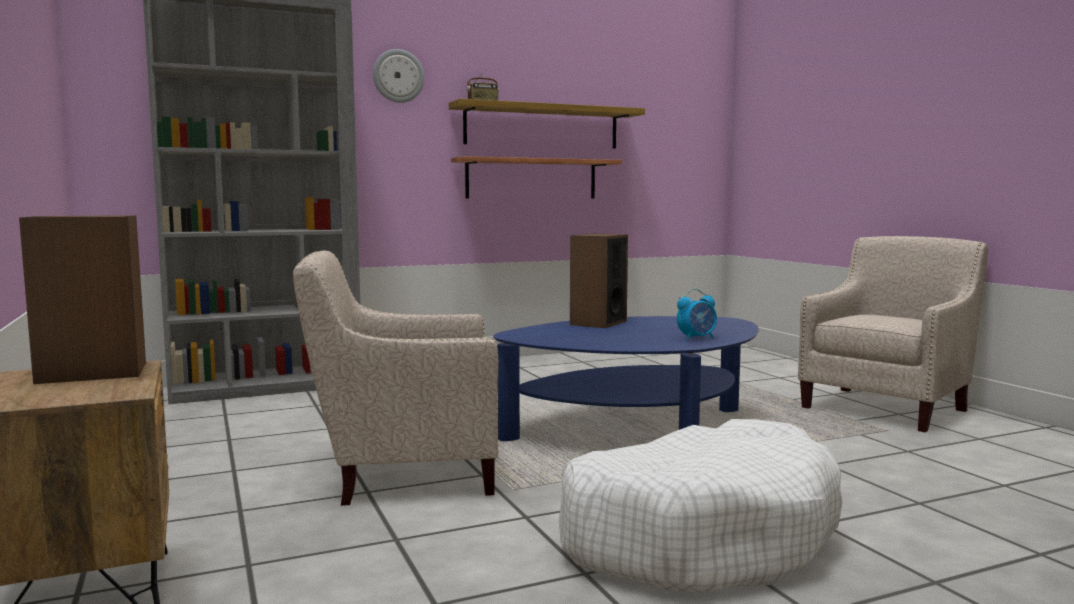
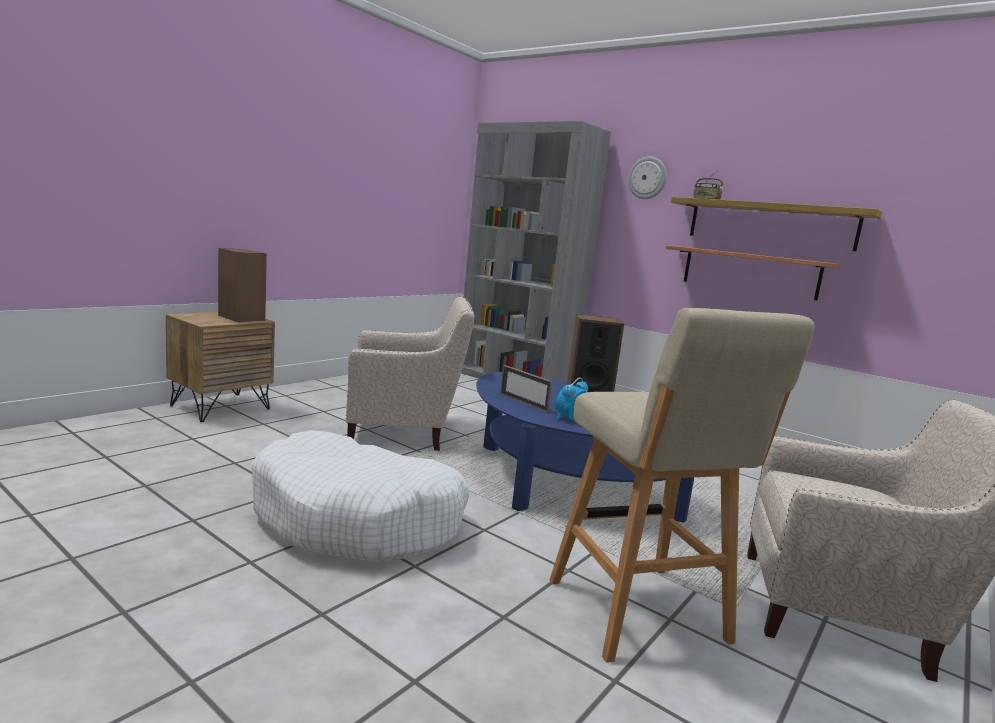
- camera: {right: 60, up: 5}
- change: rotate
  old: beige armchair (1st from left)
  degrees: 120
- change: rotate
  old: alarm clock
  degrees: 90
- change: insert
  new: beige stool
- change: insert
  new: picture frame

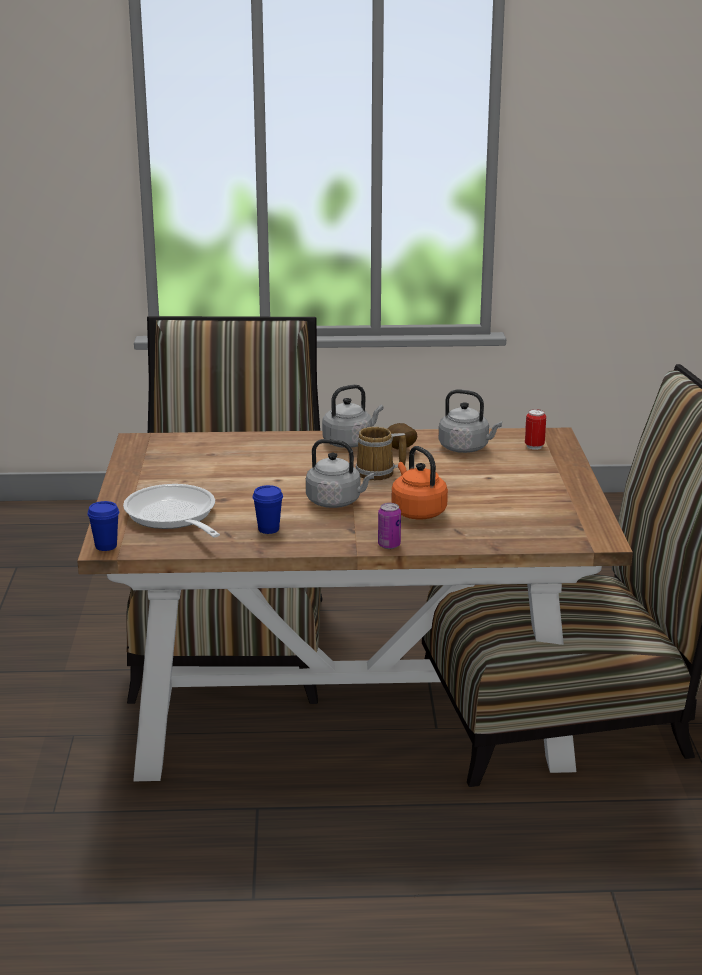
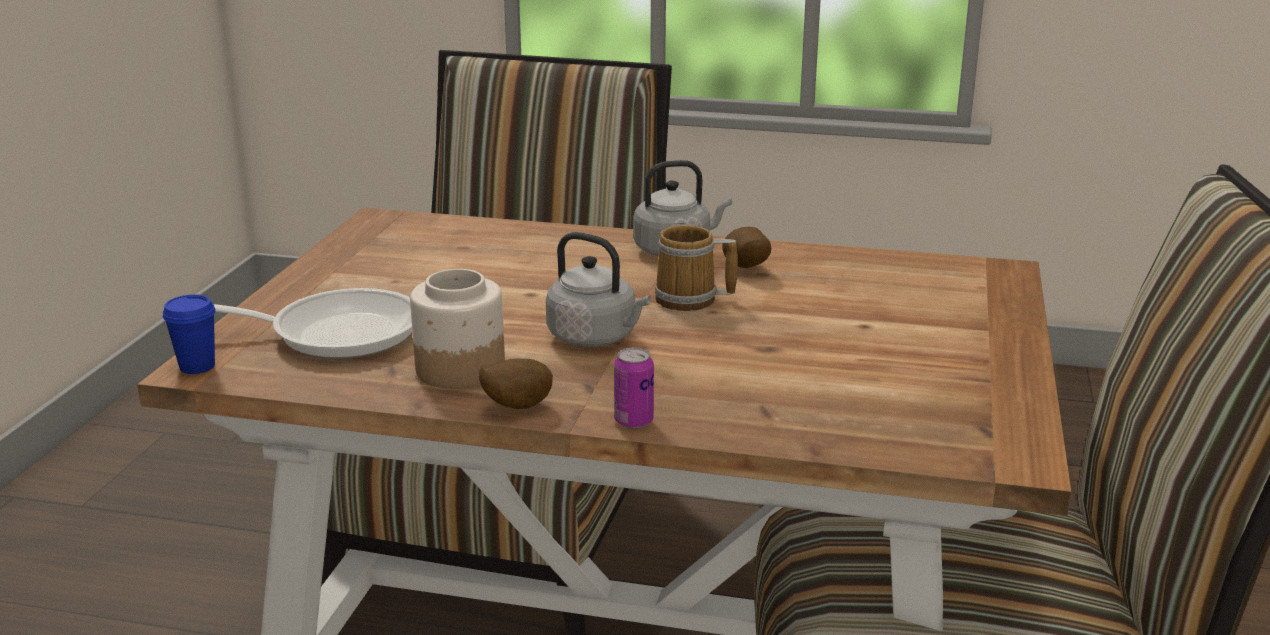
- camera: {right: 15, up: 0}
- change: delete
  old: grey kettle (3rd from left)
- change: delete
  old: can (2nd from left)
- change: delete
  old: orange kettle
- change: rotate
  old: frying pan
  degrees: 105
- change: replace
  old: blue cup (2nd from left)
  new: jar
- change: insert
  new: potato (1st from left)

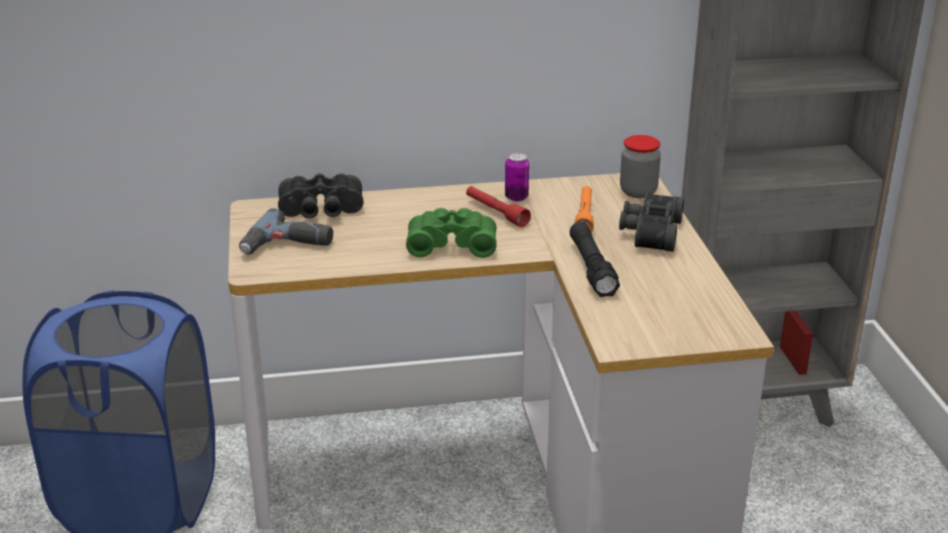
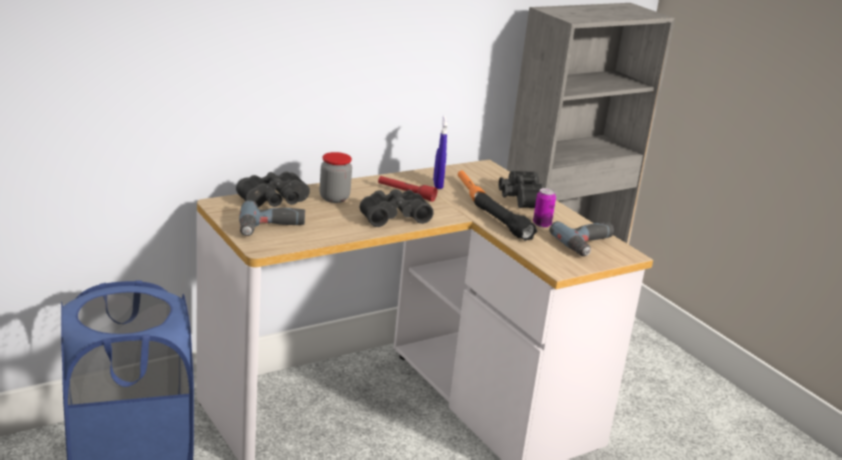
- camera: {right: -25, up: -5}
- change: move
  old: jar
- change: move
  old: can
- change: recolor
  old: green binoculars
  new: black binoculars (2nd from left)
- change: insert
  new: blue spray bottle
- change: insert
  new: power drill (2nd from left)

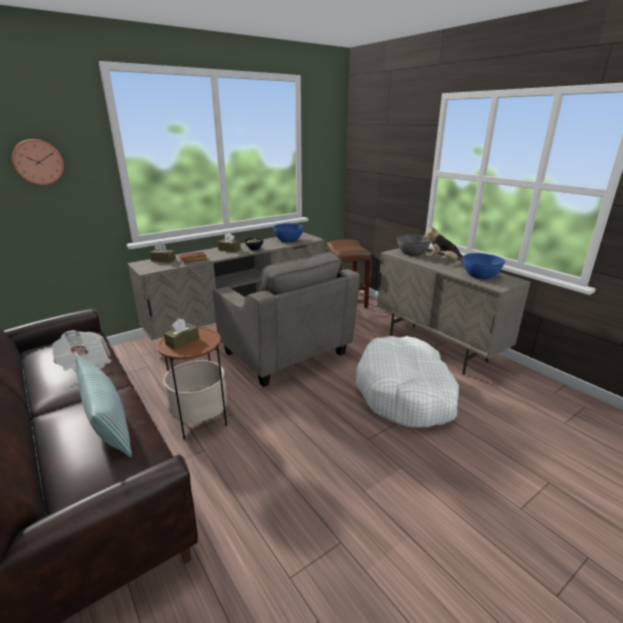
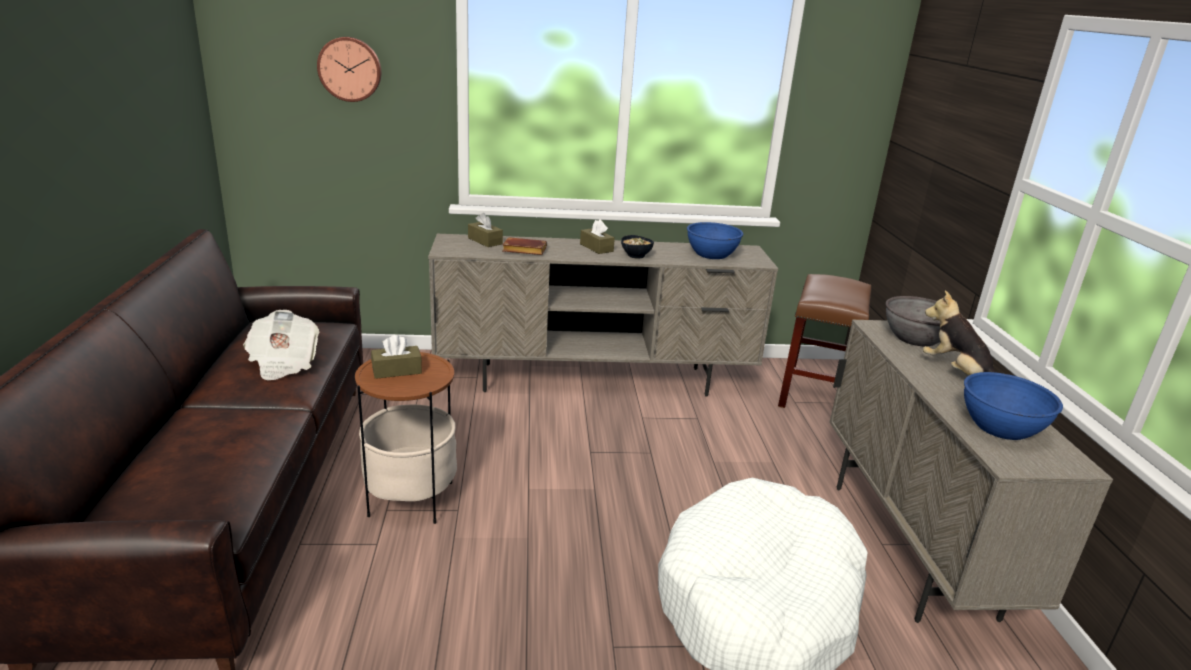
- camera: {right: 30, up: 0}
- change: delete
  old: grey armchair
- change: delete
  old: pillow

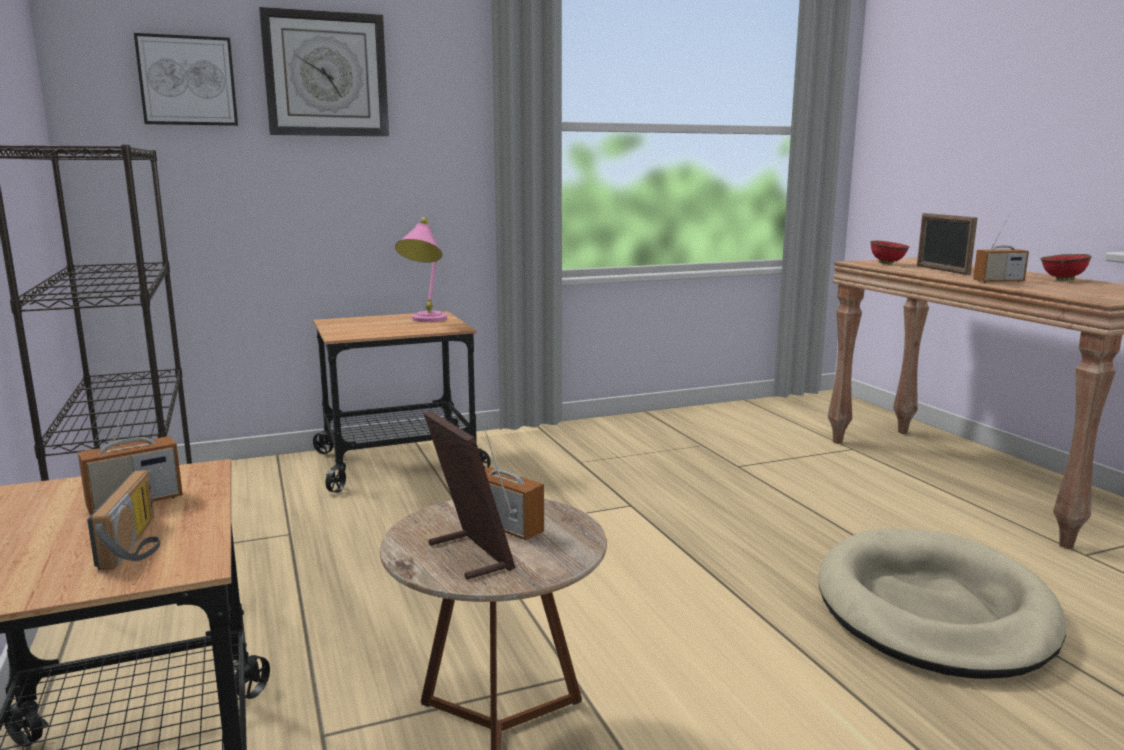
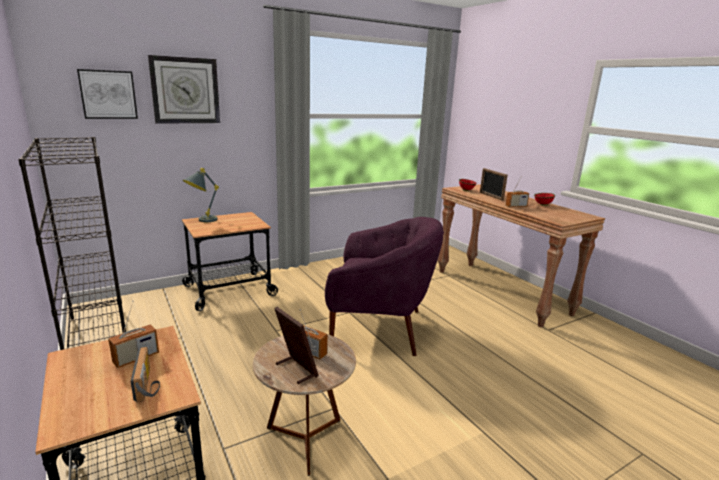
- camera: {right: -10, up: 5}
- change: delete
  old: pink table lamp
- change: delete
  old: beige dog bed
- change: insert
  new: grey table lamp
- change: insert
  new: purple armchair

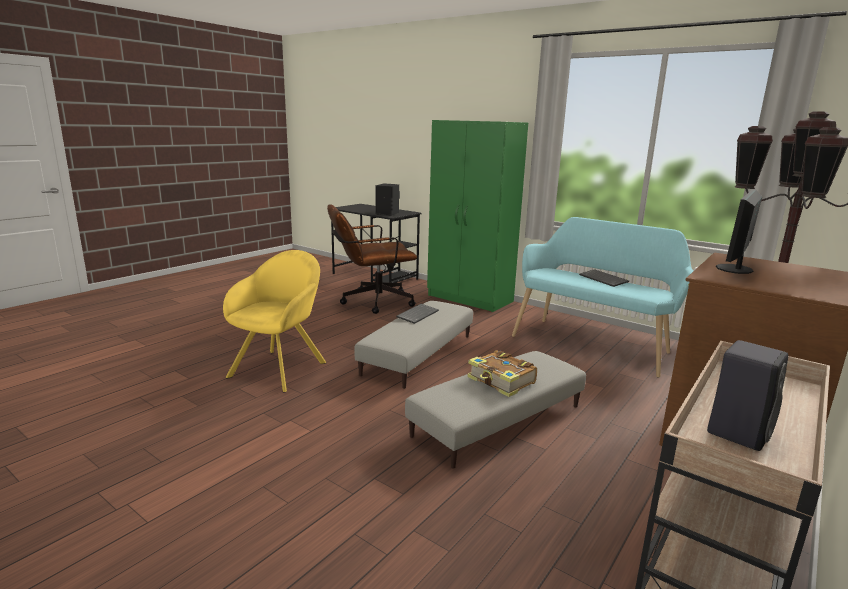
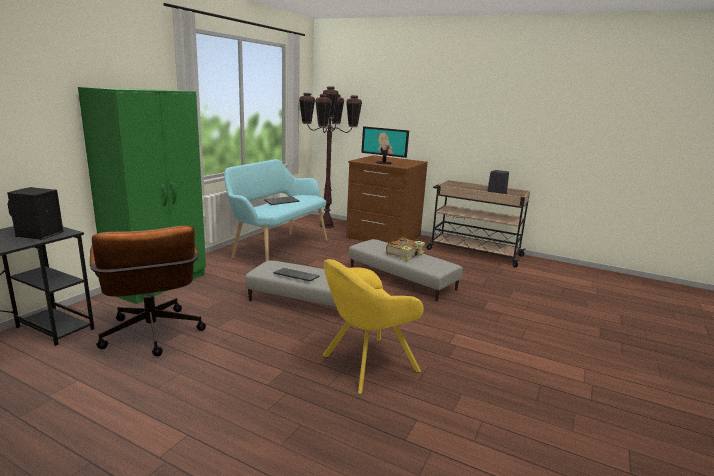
- camera: {right: -100, up: 0}
- change: rotate
  old: yellow armchair
  degrees: -45

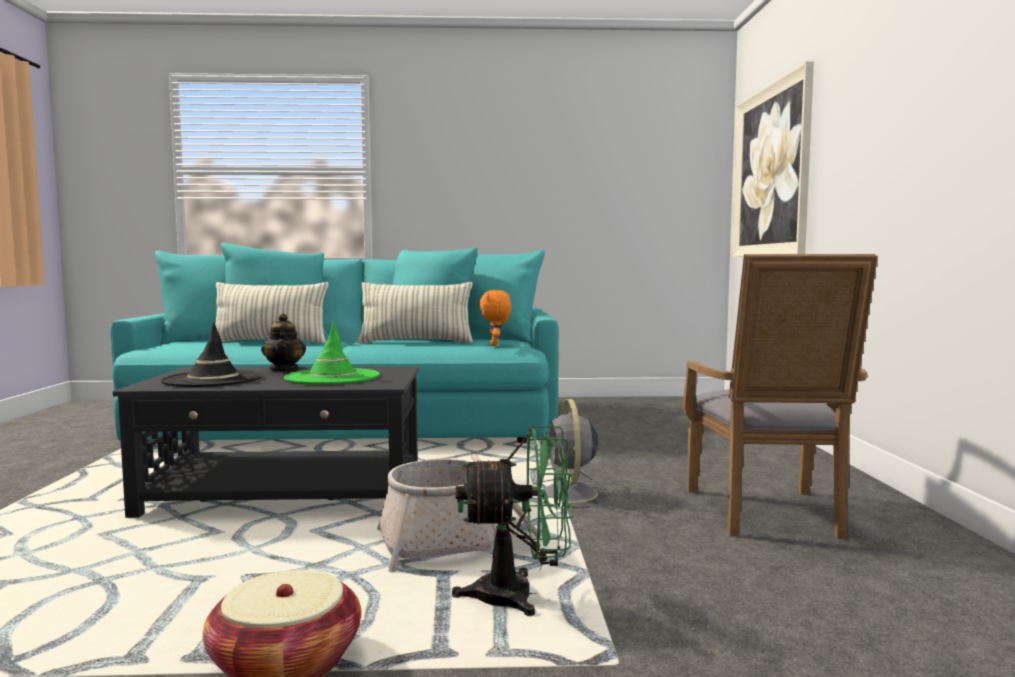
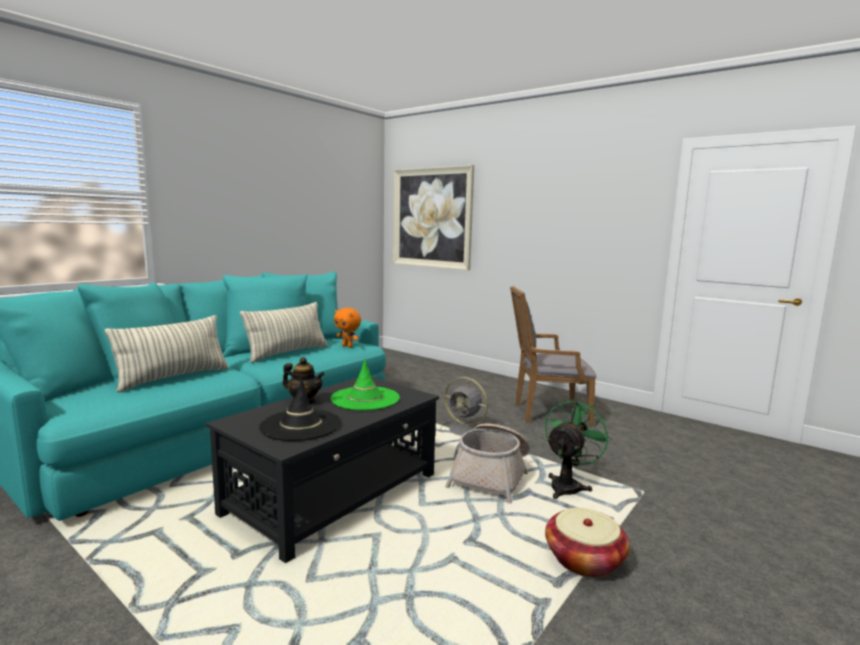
- camera: {right: -50, up: 5}
- change: rotate
  old: grey armchair
  degrees: 135

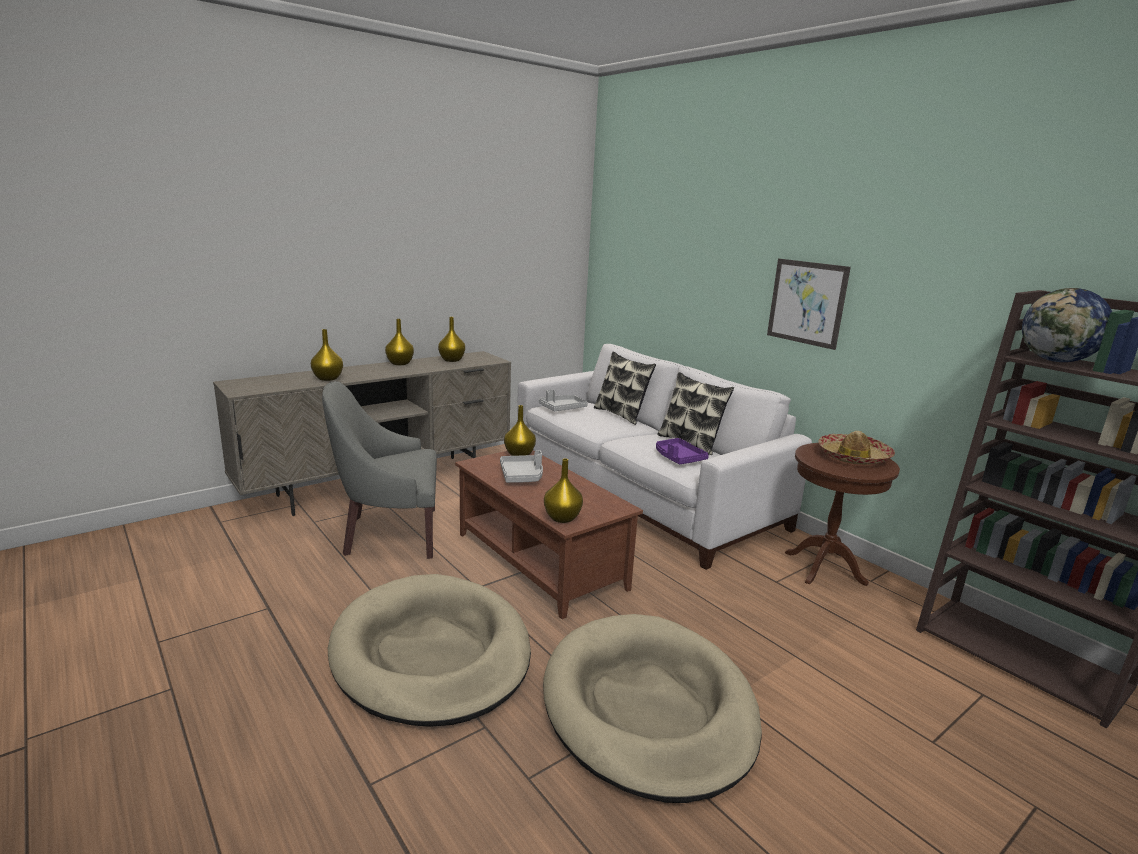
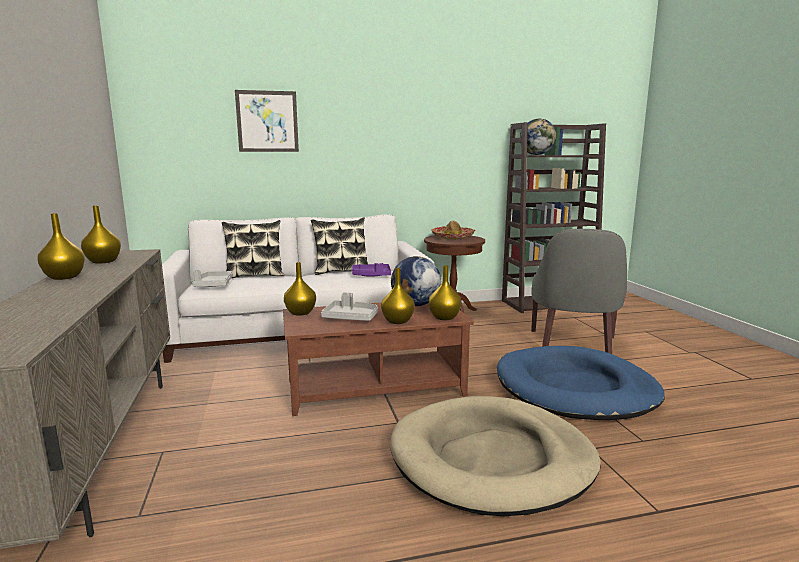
- camera: {right: -65, up: -5}
- change: move
  old: picture
- change: move
  old: yellow vase (1st from left in the first image)
  new: yellow vase (4th from left)
- change: move
  old: grey armchair
- change: recolor
  old: beige dog bed (2nd from left)
  new: blue dog bed
- change: insert
  new: globe (1st from left)

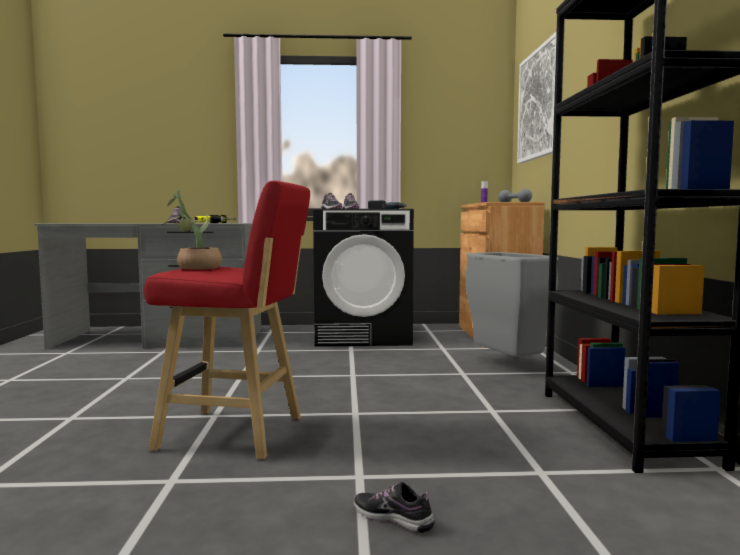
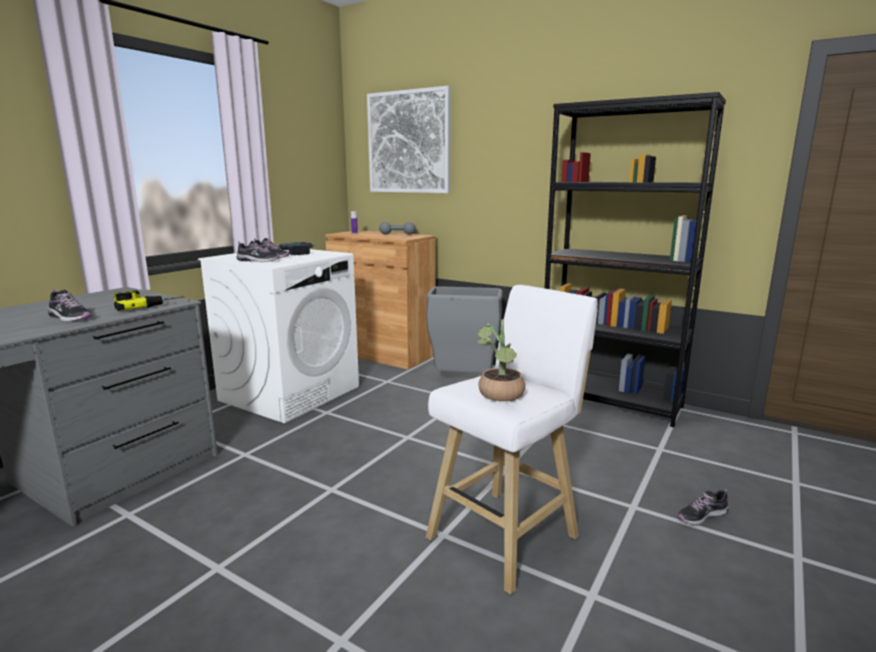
- camera: {right: -55, up: 10}
- change: recolor
  old: red stool
  new: white stool
- change: recolor
  old: black washing machine
  new: white washing machine

